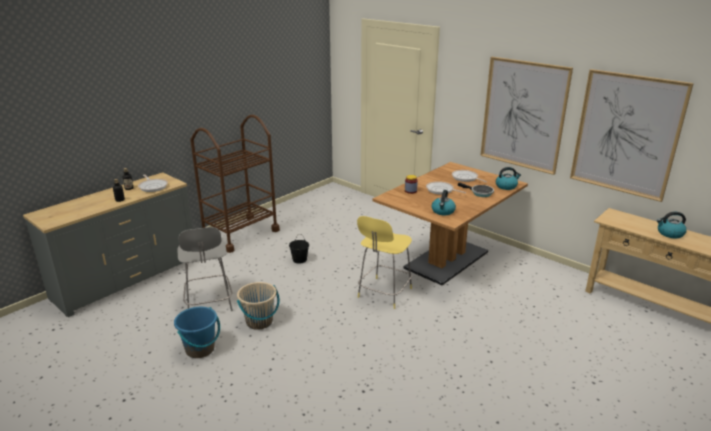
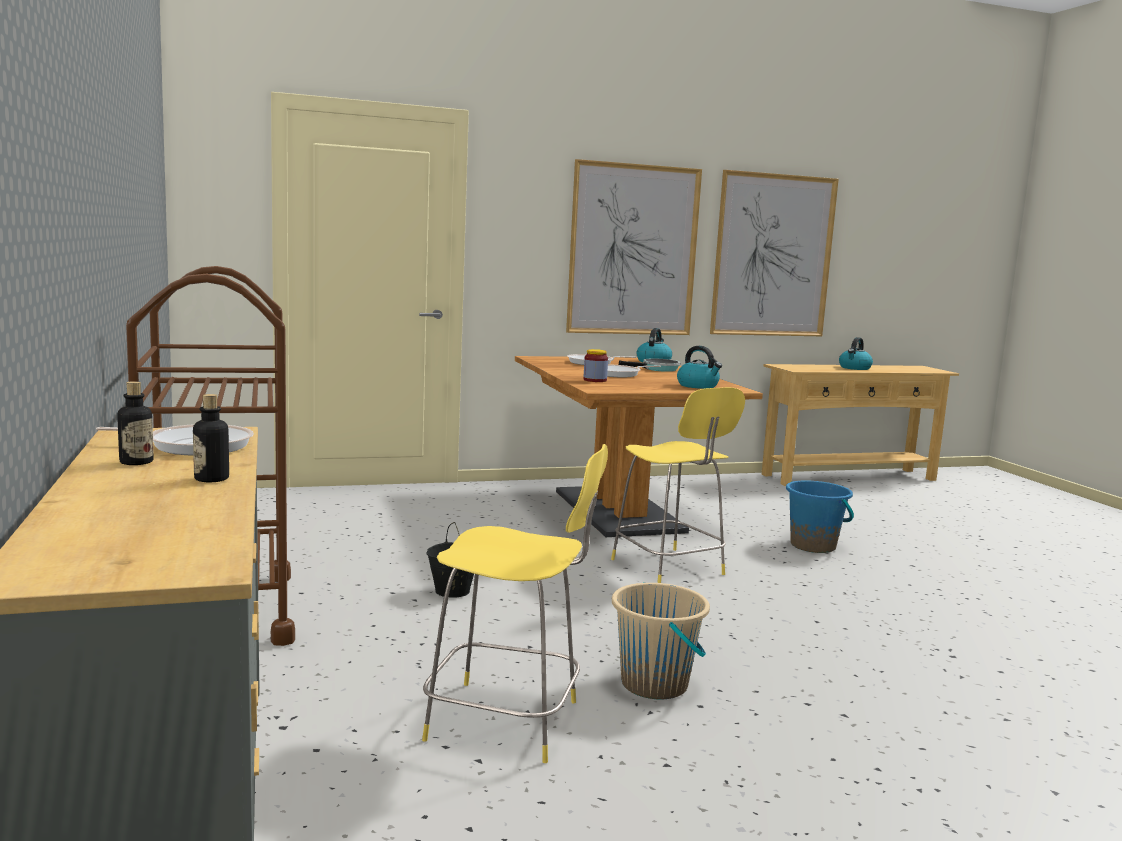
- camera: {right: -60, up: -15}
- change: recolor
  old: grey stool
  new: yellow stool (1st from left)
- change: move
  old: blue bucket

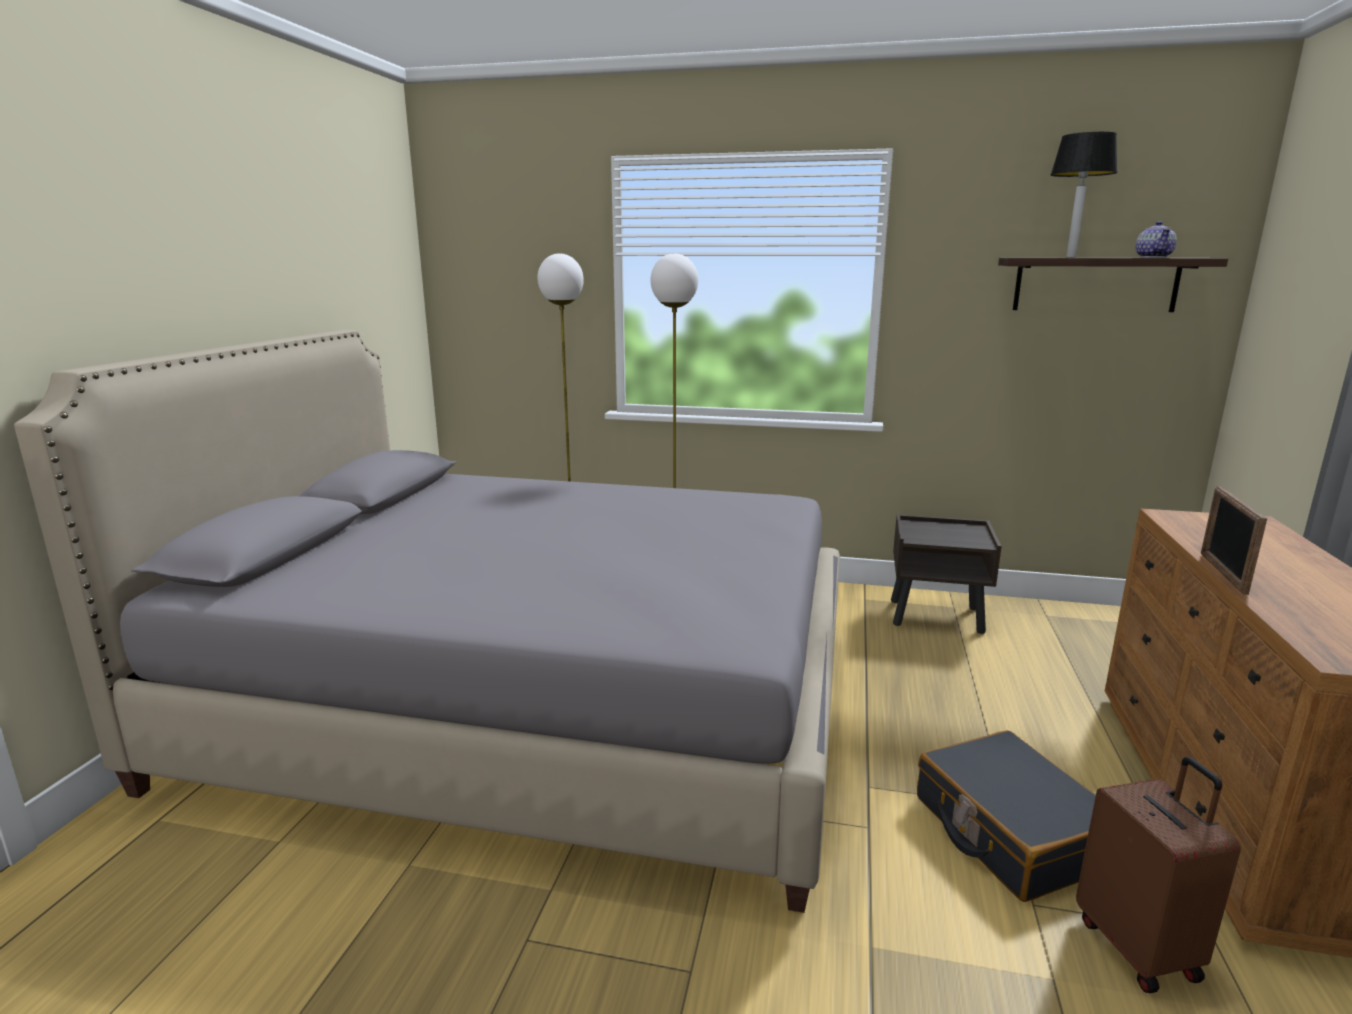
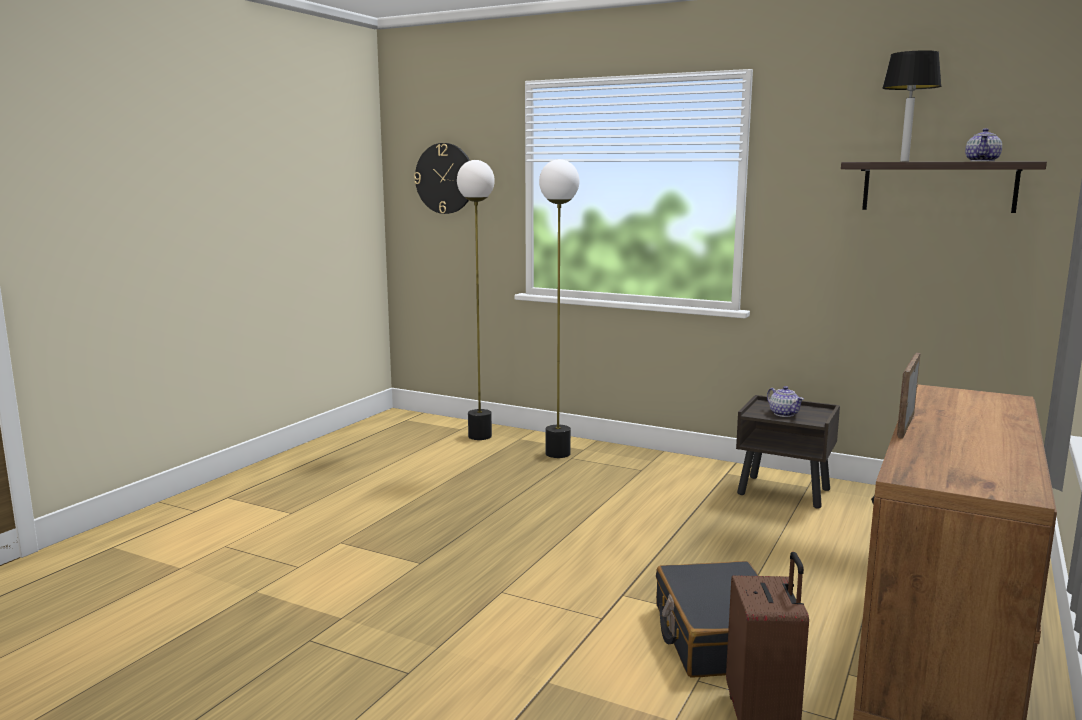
- camera: {right: 15, up: -5}
- change: delete
  old: grey bed
- change: insert
  new: wall clock
- change: insert
  new: teapot (1st from left)

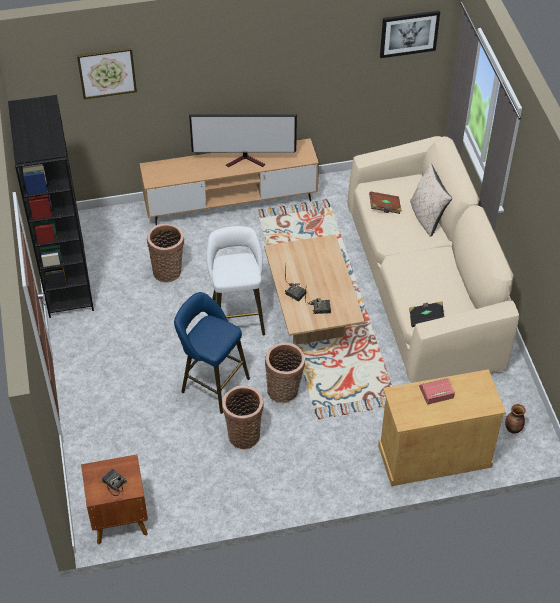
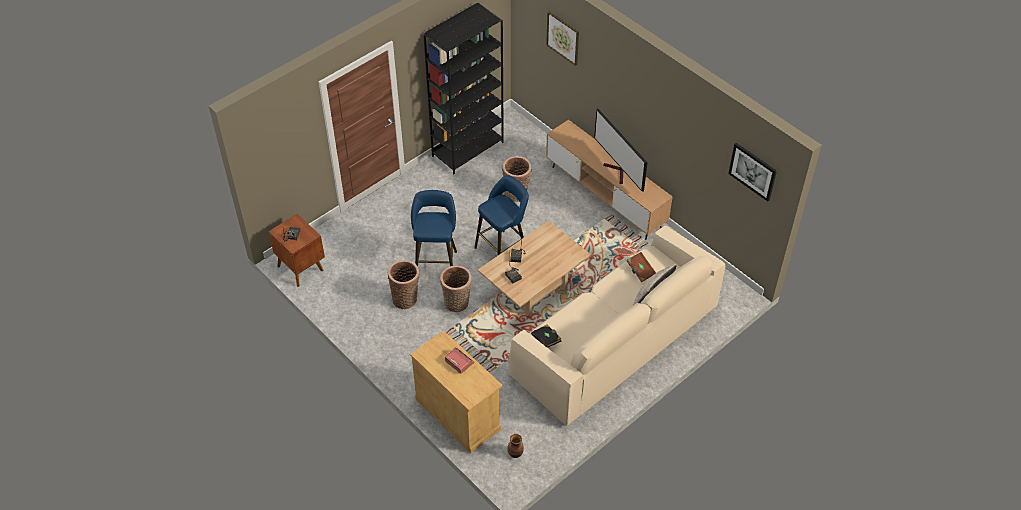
- camera: {right: 60, up: 0}
- change: recolor
  old: white stool
  new: blue stool (2nd from left)

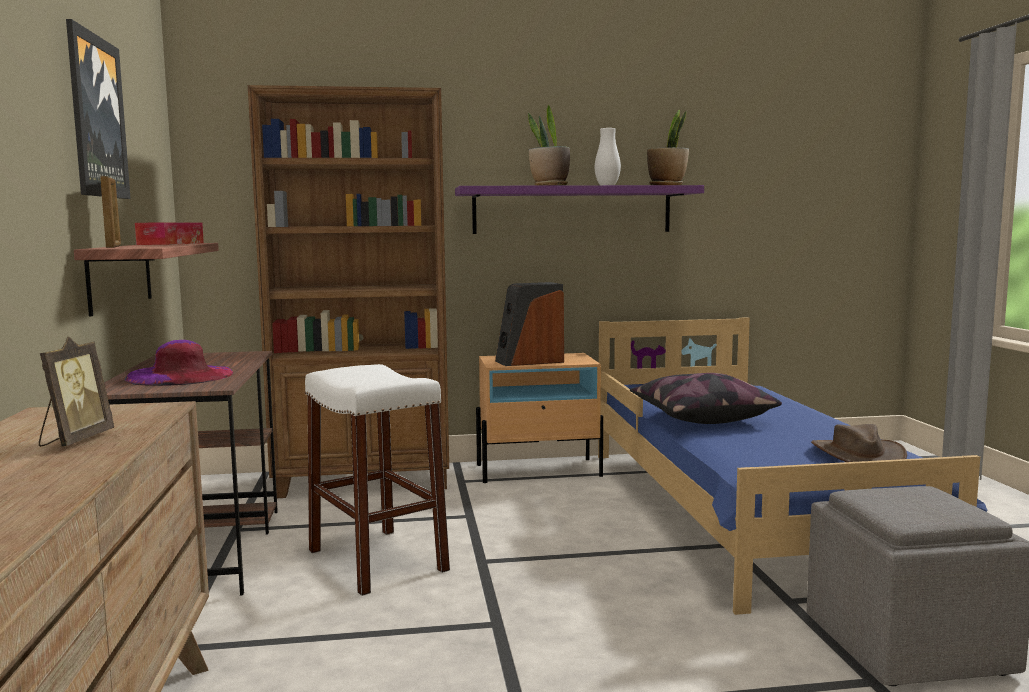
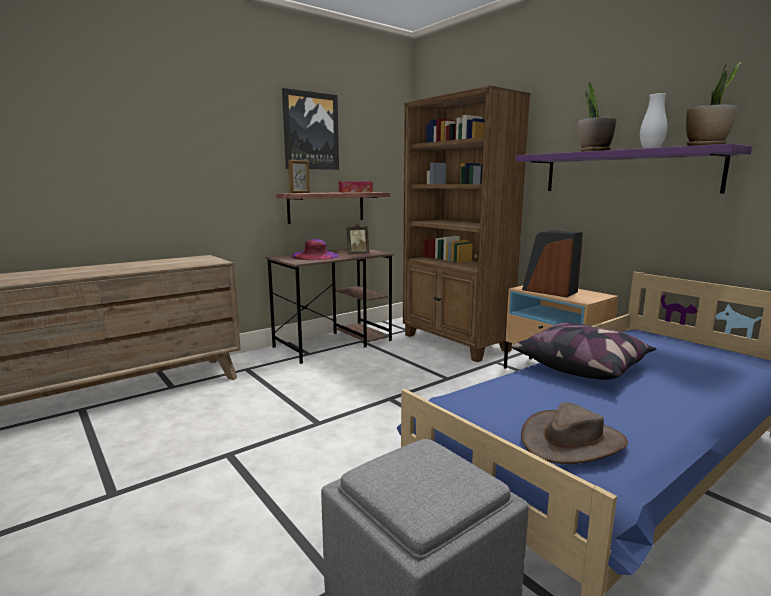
- camera: {right: 60, up: 5}
- change: move
  old: picture frame (1st from left in the first image)
  new: picture frame (2nd from left)
- change: delete
  old: white stool

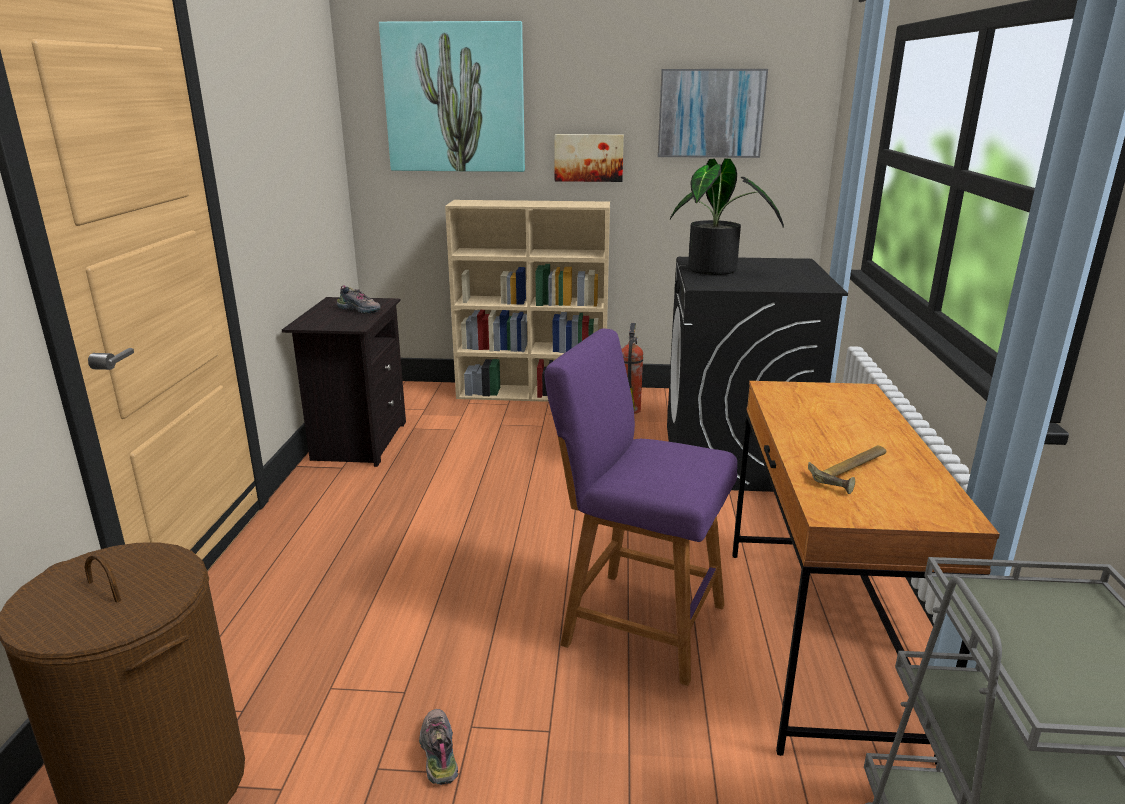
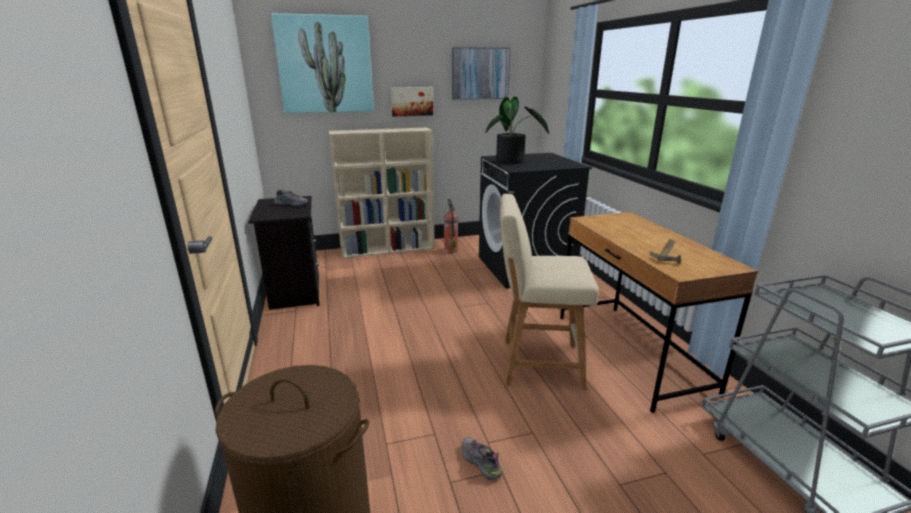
- camera: {right: -20, up: 0}
- change: recolor
  old: purple stool
  new: beige stool

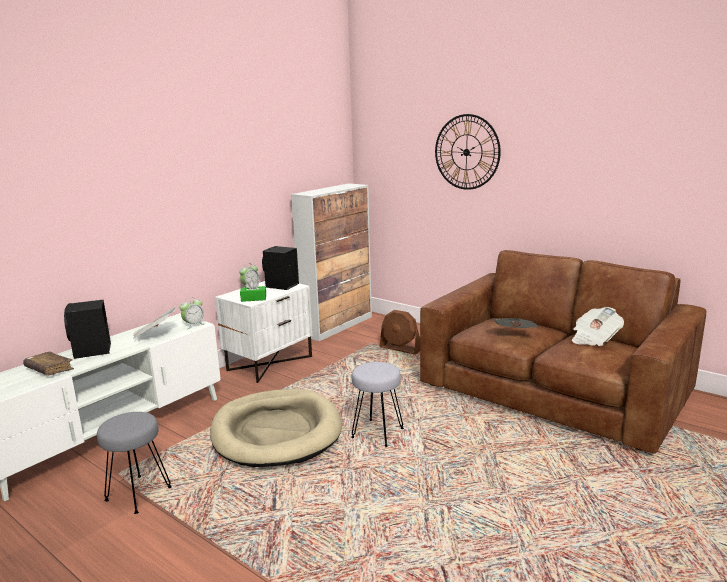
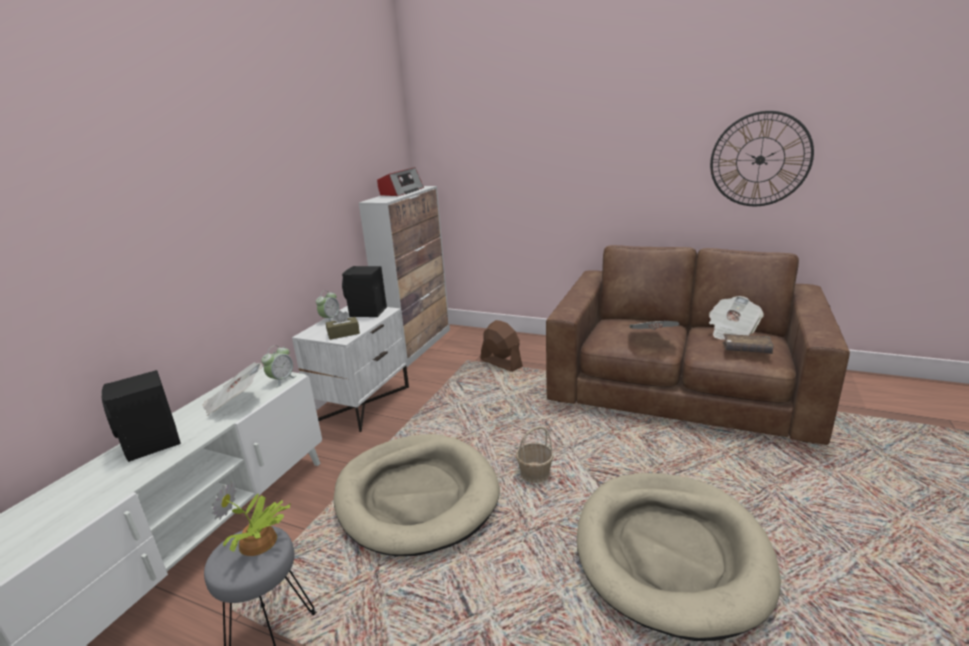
- camera: {right: -15, up: 5}
- change: move
  old: wall clock
- change: recolor
  old: green tissue box
  new: brown tissue box
- change: rotate
  old: brown fan
  degrees: -150
- change: move
  old: brown book
- change: replace
  old: grey stool (2nd from left)
  new: basket
- change: insert
  new: radio
- change: insert
  new: beige dog bed (2nd from left)
- change: insert
  new: potted plant

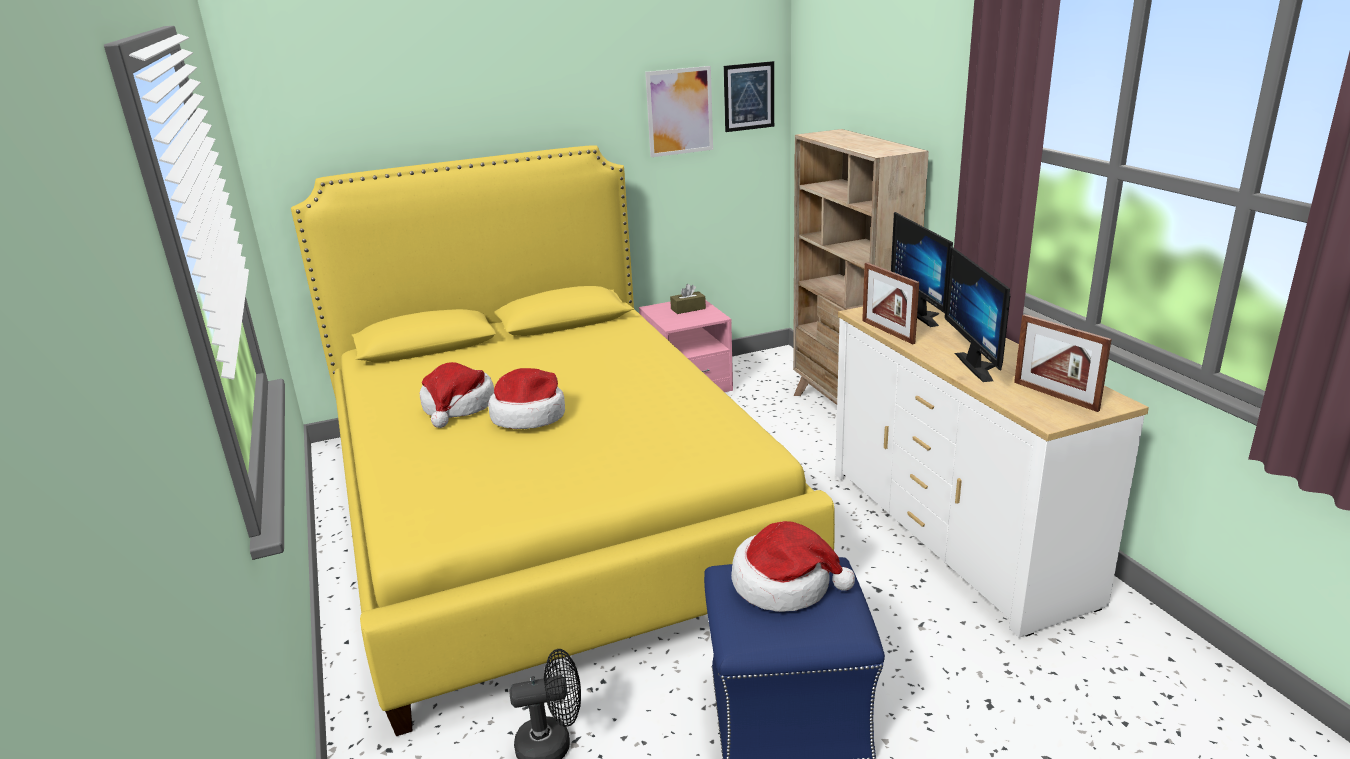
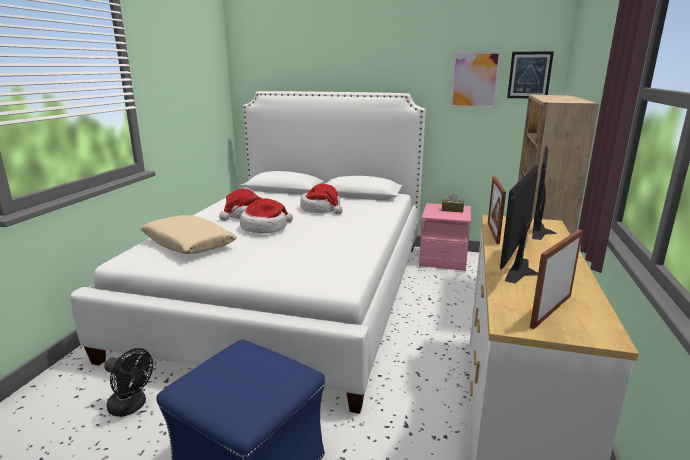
- camera: {right: 35, up: -5}
- change: recolor
  old: yellow bed
  new: white bed
- change: rotate
  old: picture frame (2nd from left)
  degrees: 45
- change: move
  old: hat (3rd from left)
- change: insert
  new: beige pillow

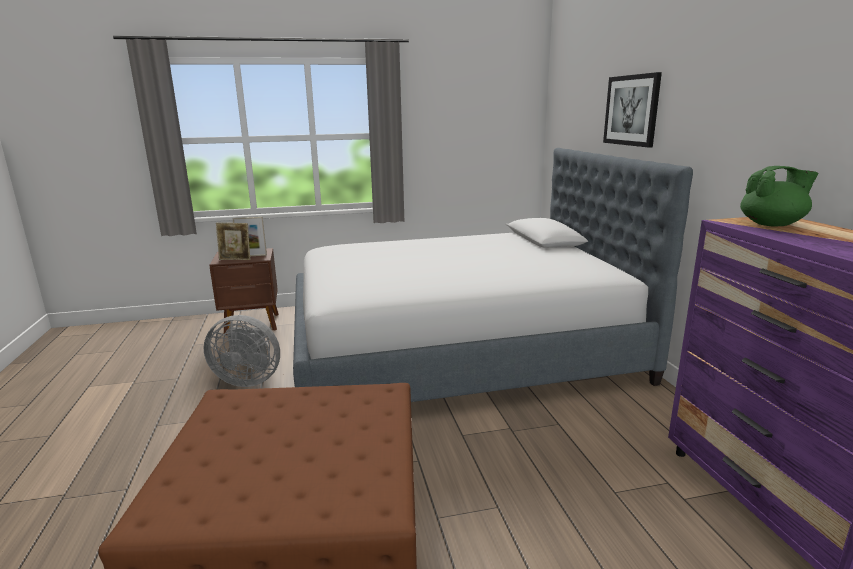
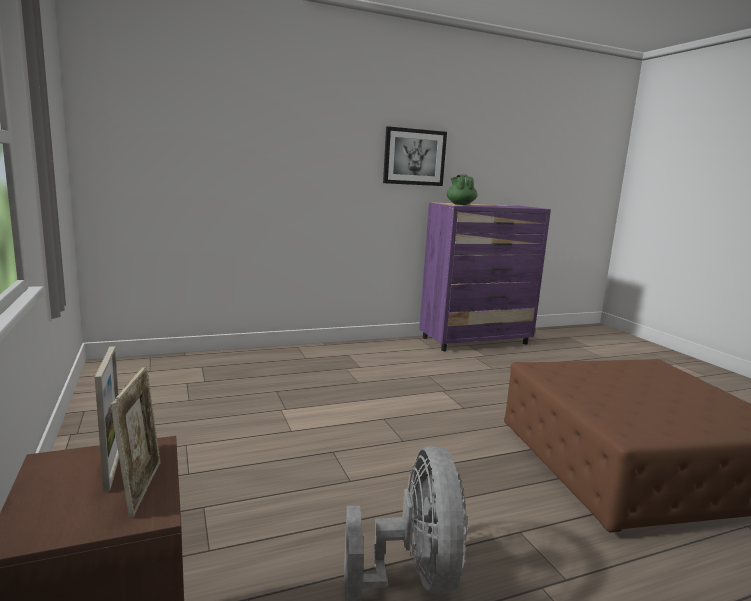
- camera: {right: -100, up: -5}
- change: move
  old: picture
- change: delete
  old: bed

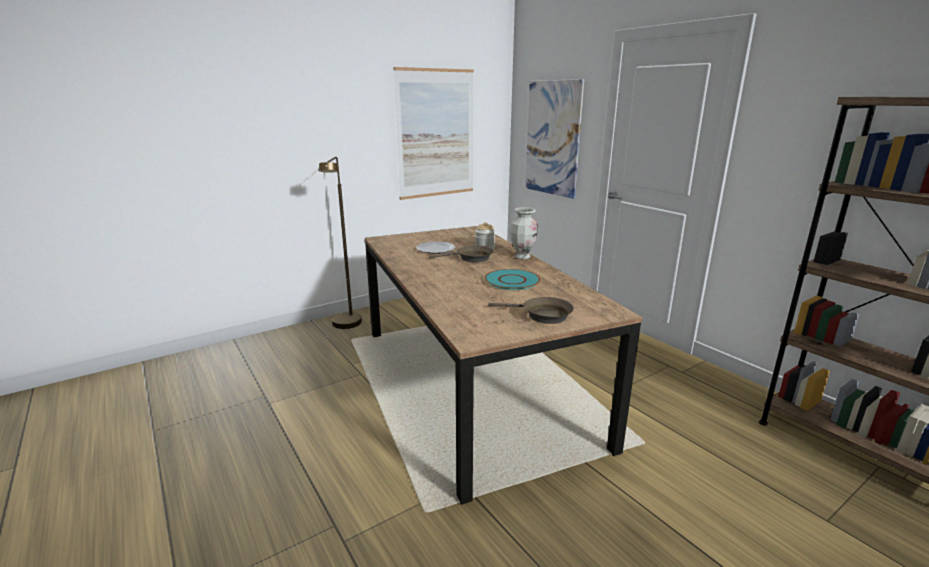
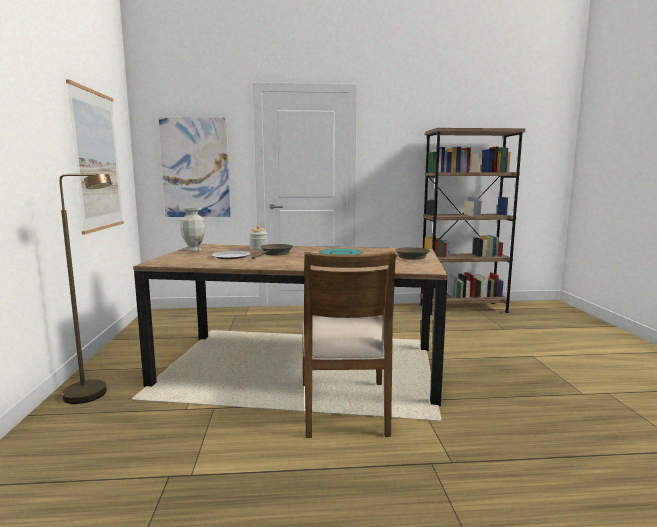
- camera: {right: -60, up: -10}
- change: move
  old: vase
- change: insert
  new: brown chair

